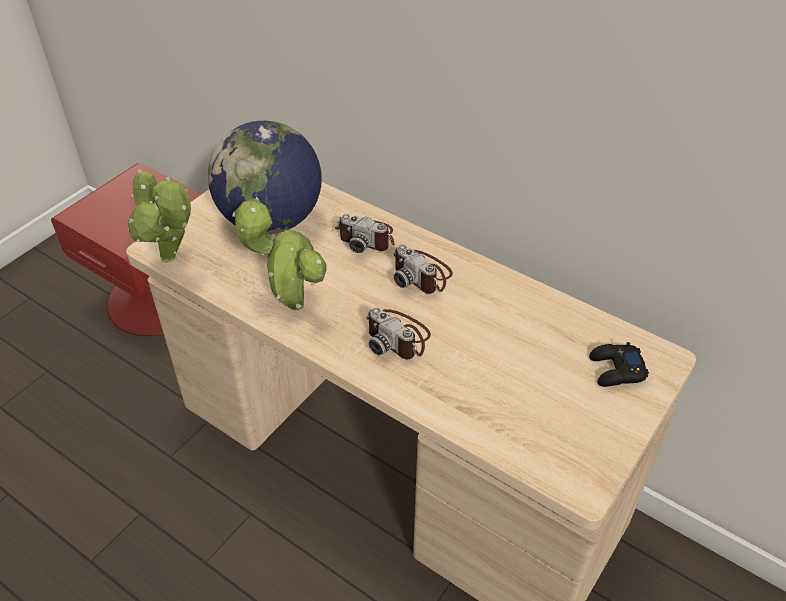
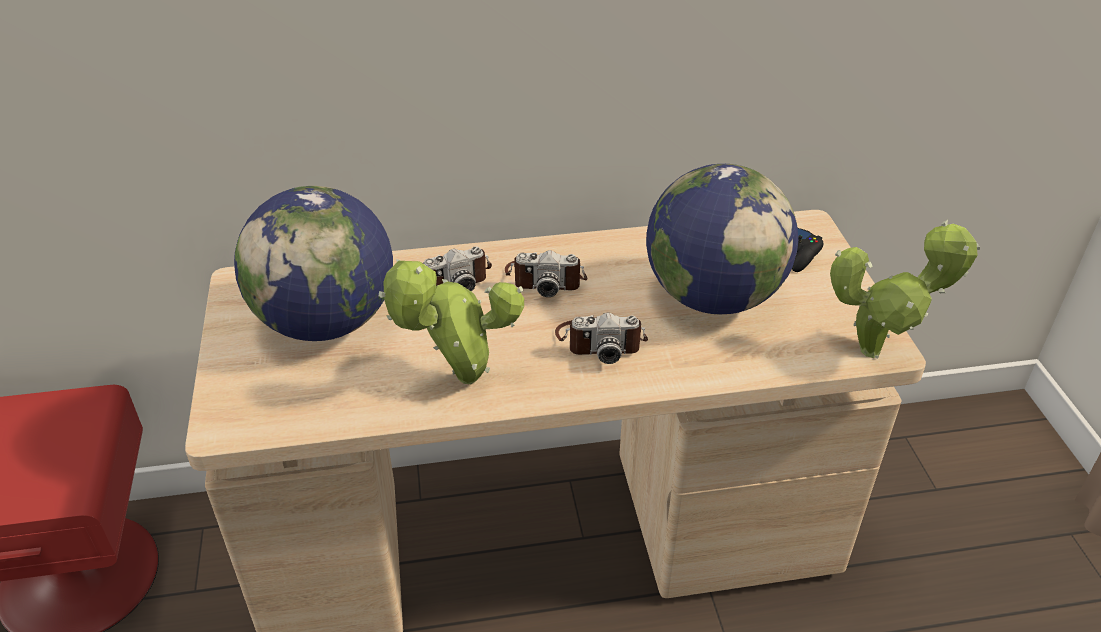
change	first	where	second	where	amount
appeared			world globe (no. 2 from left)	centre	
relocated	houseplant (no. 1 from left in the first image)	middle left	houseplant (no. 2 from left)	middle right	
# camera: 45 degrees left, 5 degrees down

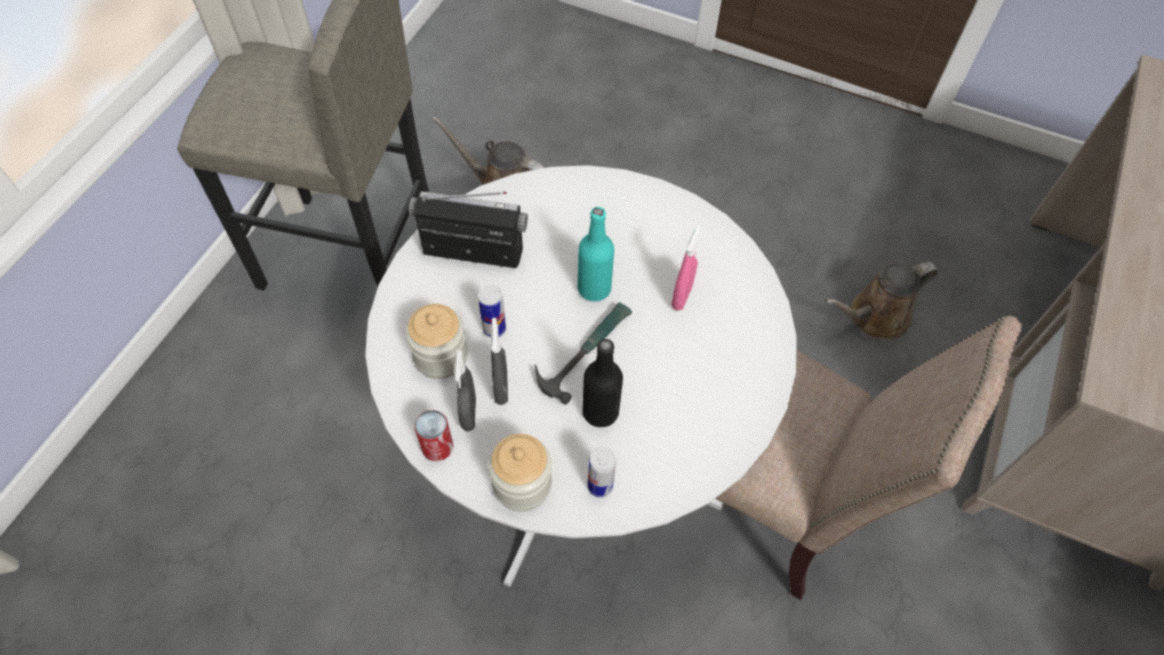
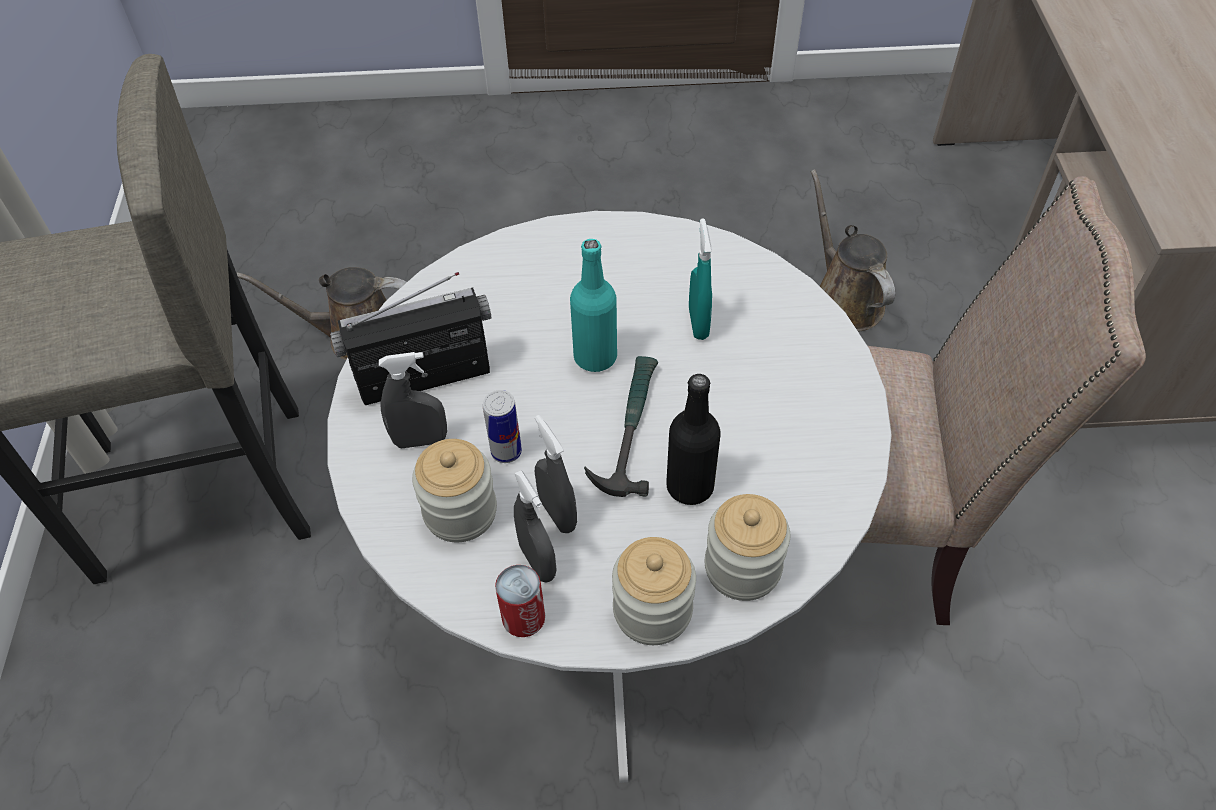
change	first	where	second	where	amount
appeared			greyish spray bottle (no. 1 from left)	centre	
exchanged	sealed can (no. 3 from left)	bottom centre	storage jar (no. 3 from left)	bottom centre	
colour	pink-coloured spray bottle	centre	blue-green spray bottle	centre	
spun	brownish watering can (no. 2 from left)	middle right		top right	120 degrees clockwise
# camera: 25 degrees left, 5 degrees down

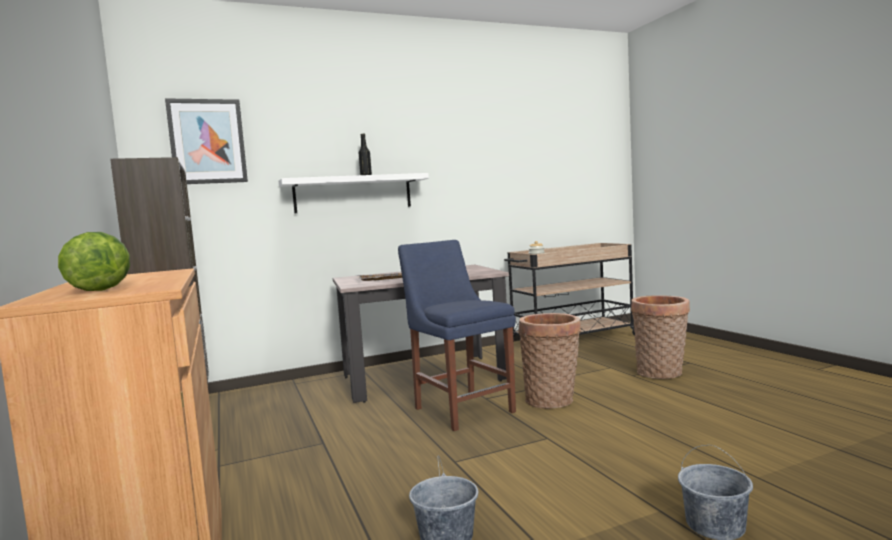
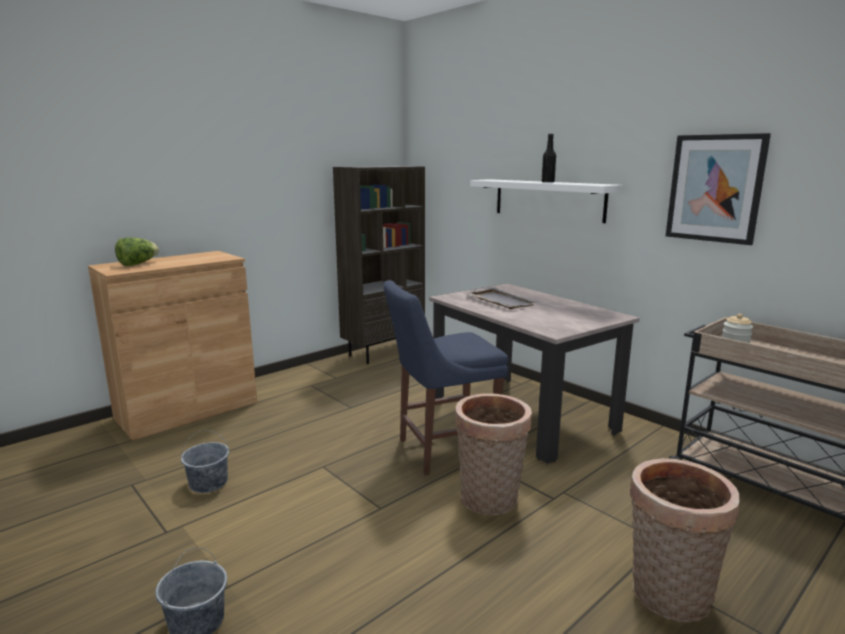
change	first	where	second	where	amount
relocated	wall art	top left		top right	
spun	bluish upright chair	centre		centre	150 degrees counterclockwise
# camera: 70 degrees right, 10 degrees up

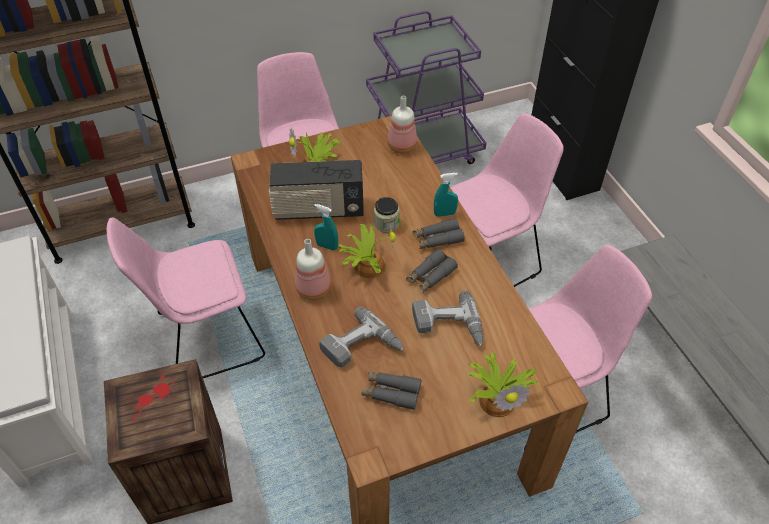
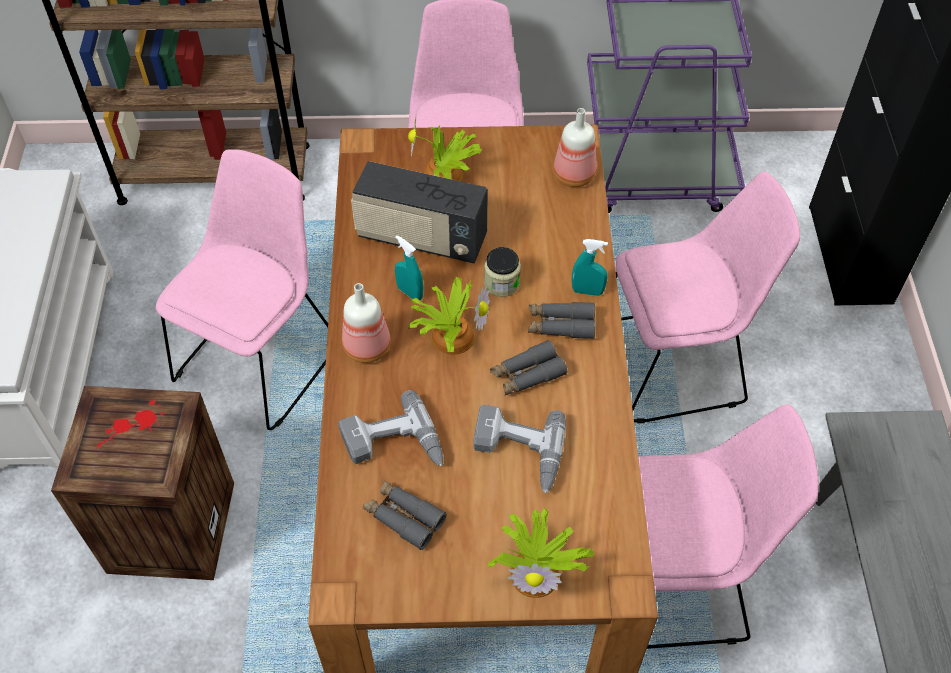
change	first	where	second	where	amount
spun	pink-coloured upright chair (no. 1 from left)	middle left		middle left	120 degrees clockwise
# camera: 20 degrees right, 5 degrees up

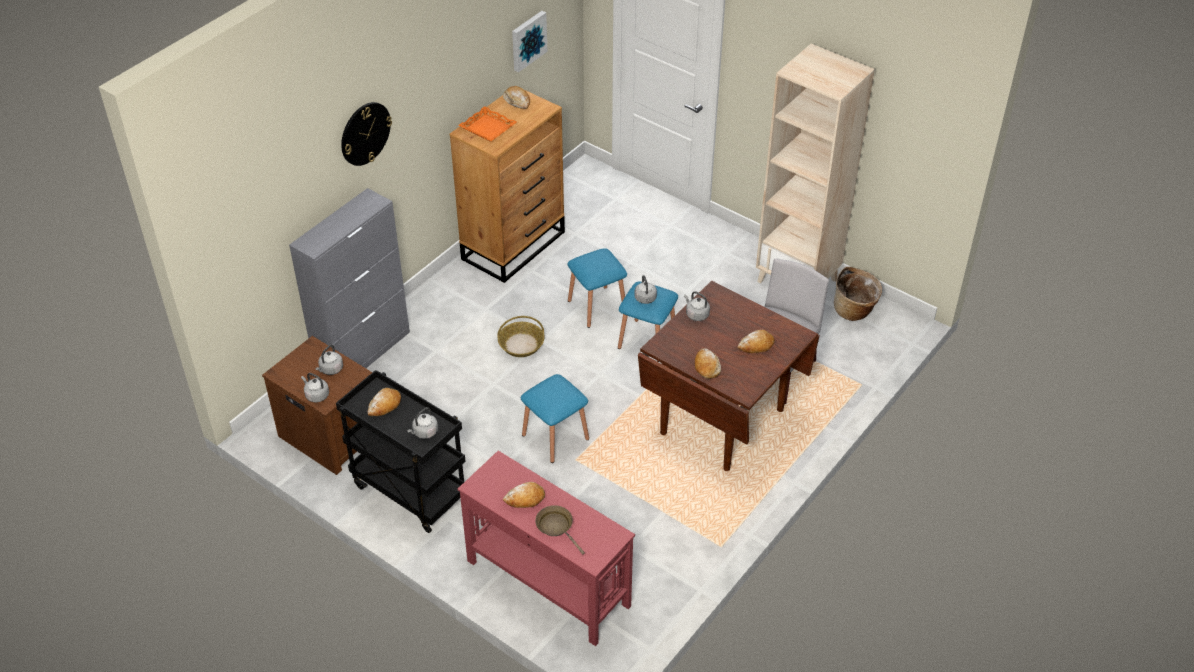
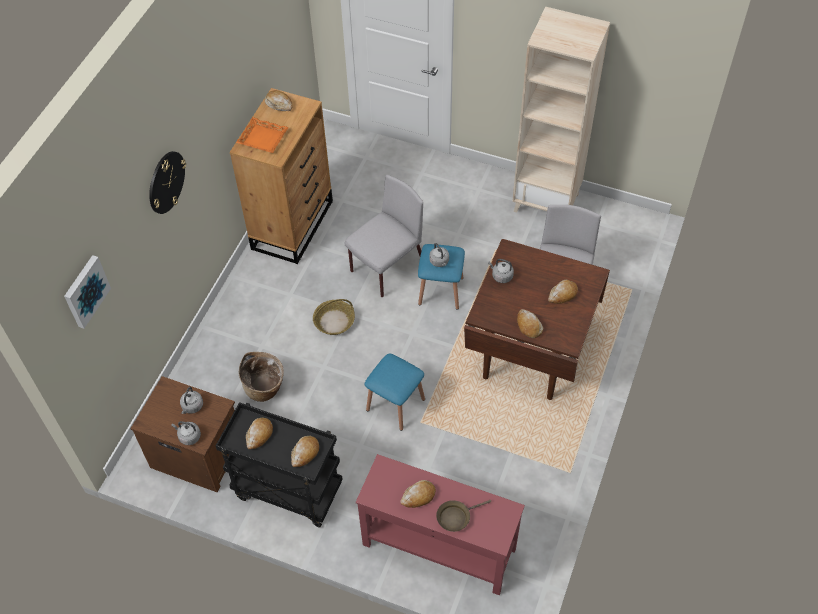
change	first	where	second	where	amount
missing	greyish storage cabinet	middle left			
relocated	wall art	top centre		middle left	
relocated	storage basket (no. 2 from left in the first image)	middle right	storage basket (no. 1 from left)	middle left	
exchanged	greyish kettle (no. 3 from left)	centre	bakery bread (no. 3 from left)	bottom centre	
exchanged	bluish sitting stool (no. 2 from left)	centre	greyish upright chair (no. 1 from left)	centre	
spun	brownish pan	bottom centre		bottom centre	60 degrees counterclockwise
# camera: 15 degrees left, 10 degrees up

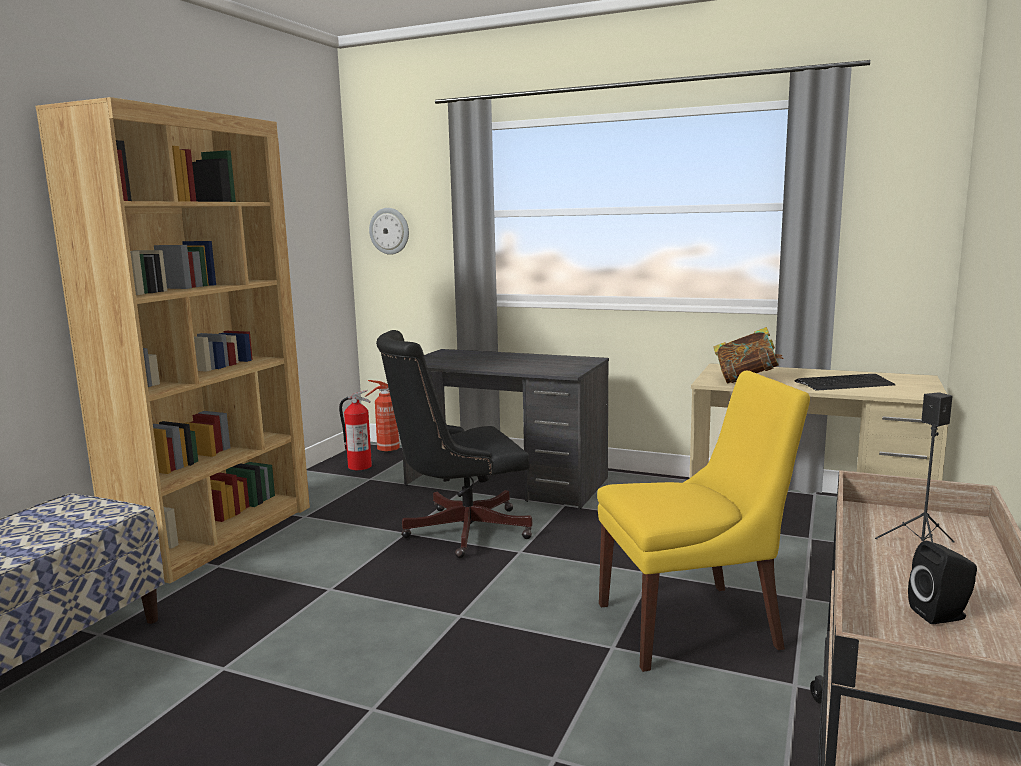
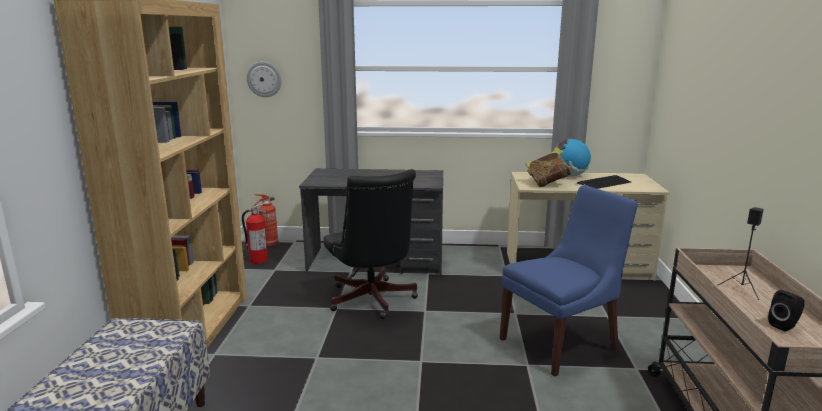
change	first	where	second	where	amount
appeared			world globe	middle right	
colour	yellow upright chair	bottom right	bluish upright chair	bottom right	
spun	blackish office chair	centre		centre	75 degrees counterclockwise
# camera: 20 degrees left, 5 degrees up

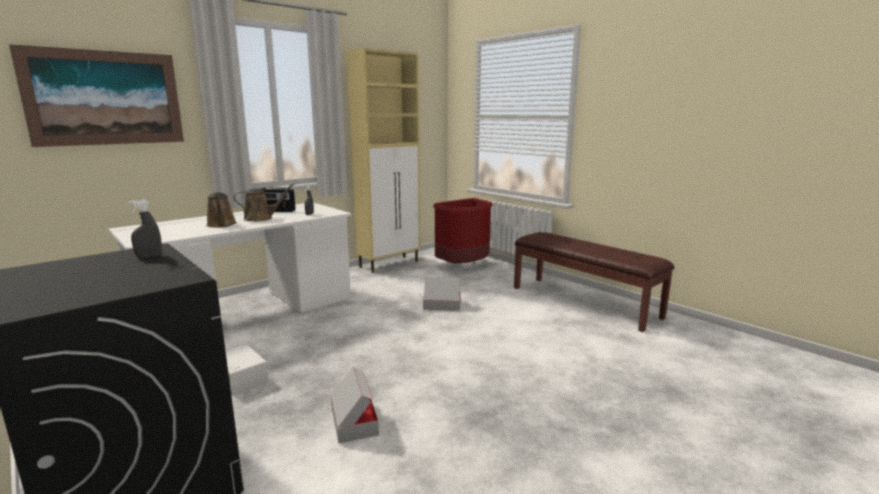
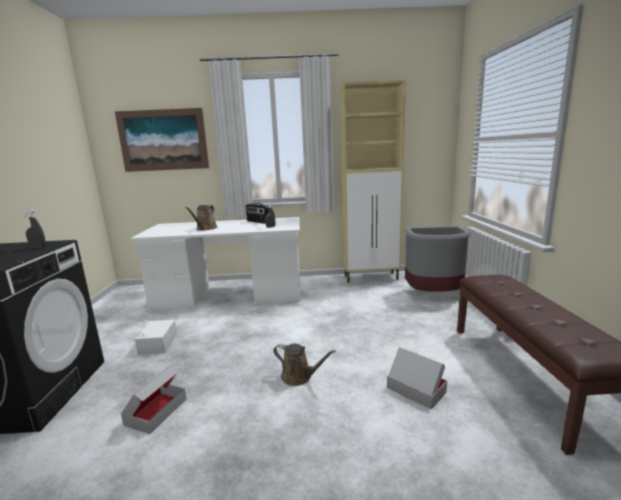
change	first	where	second	where	amount
relocated	brownish watering can (no. 2 from left)	middle left		bottom centre	
relocated	cardboard box (no. 2 from left)	centre		bottom right	
colour	red-coloured waste bin	centre	greyish waste bin	middle right	
# camera: 40 degrees right, 0 degrees up

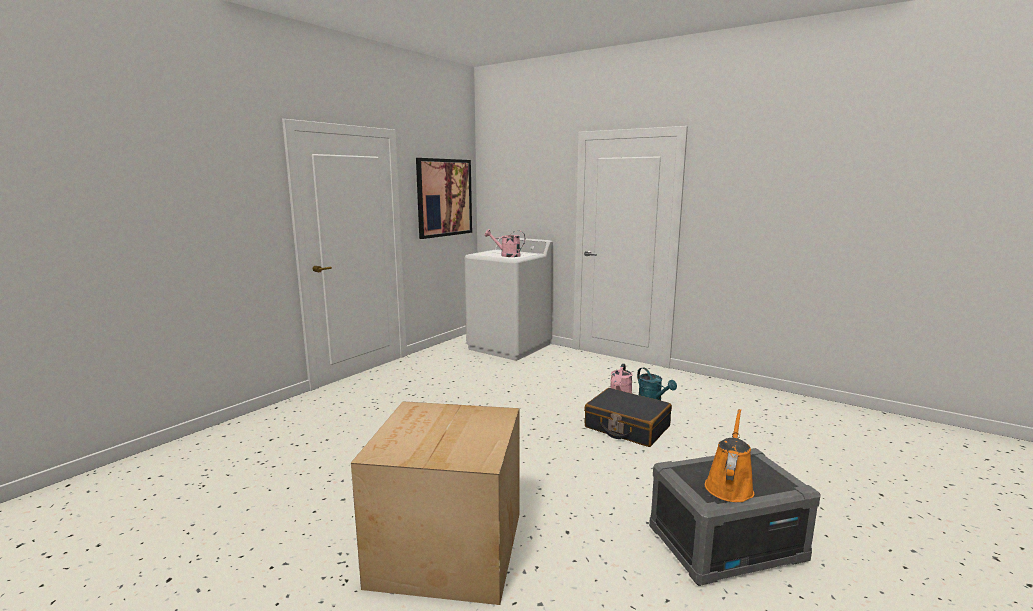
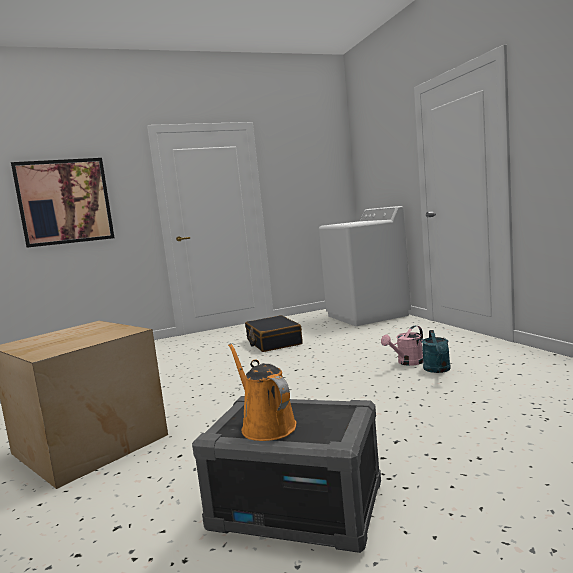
change	first	where	second	where	amount
missing	pink-coloured watering can (no. 1 from left)	centre			
relocated	wall art	top centre		middle left	
relocated	blackish piece of luggage	bottom centre		centre	
spun	orange watering can	bottom right		bottom centre	90 degrees counterclockwise
# camera: 35 degrees right, 5 degrees down

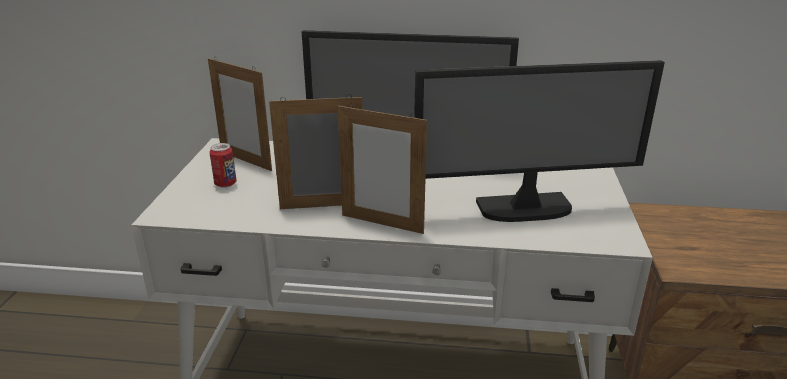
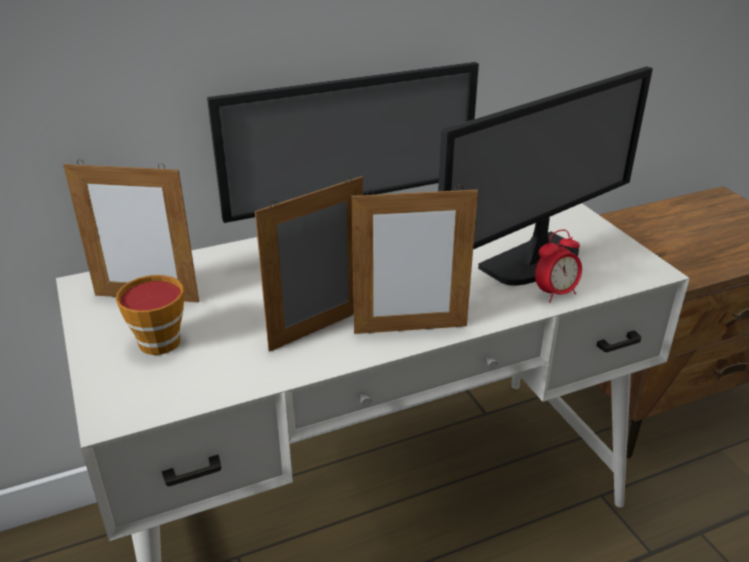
change	first	where	second	where	amount
appeared			bedside clock	middle right	
exchanged	sealed can	middle left	small cup	middle left	
# camera: 30 degrees left, 5 degrees up

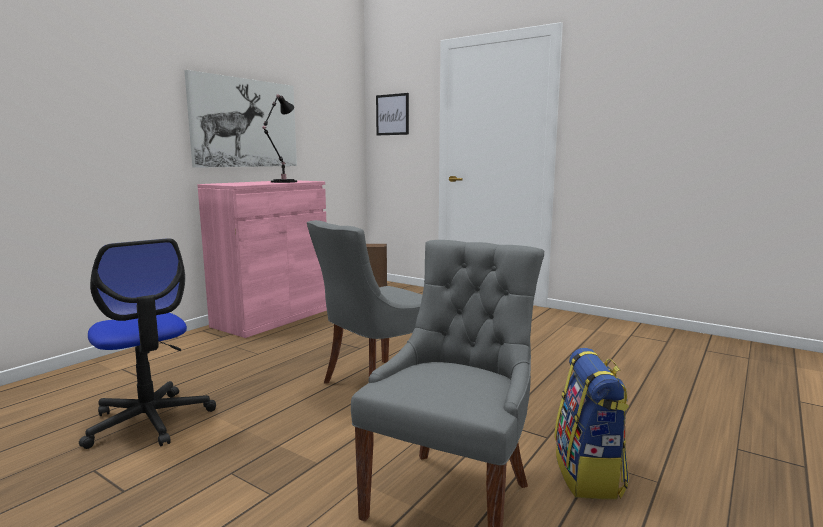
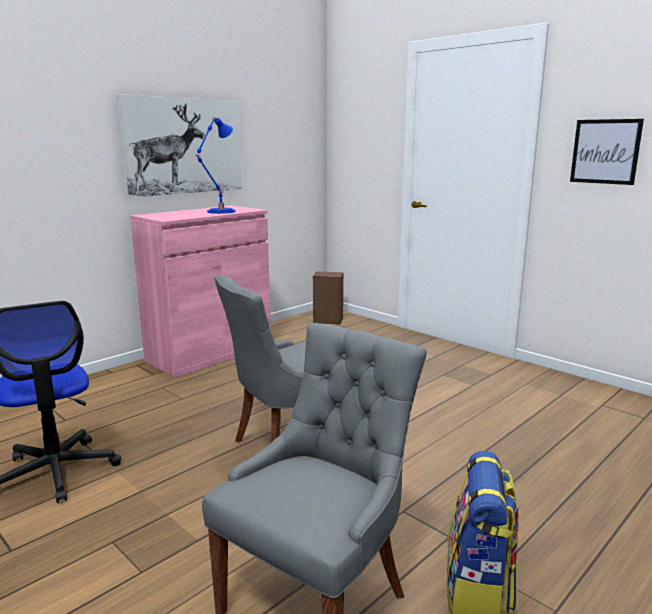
change	first	where	second	where	amount
relocated	wall art (no. 2 from left)	top centre		top right	
colour	blackish table lamp	top centre	bluish table lamp	top left	
# camera: 10 degrees right, 5 degrees up

